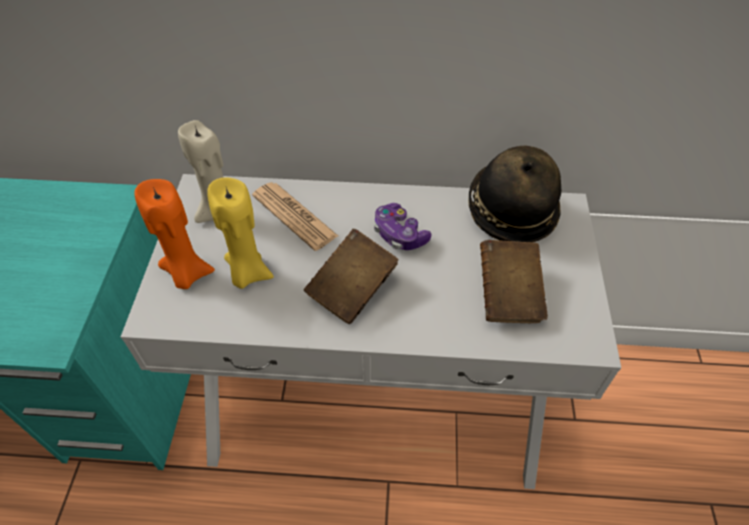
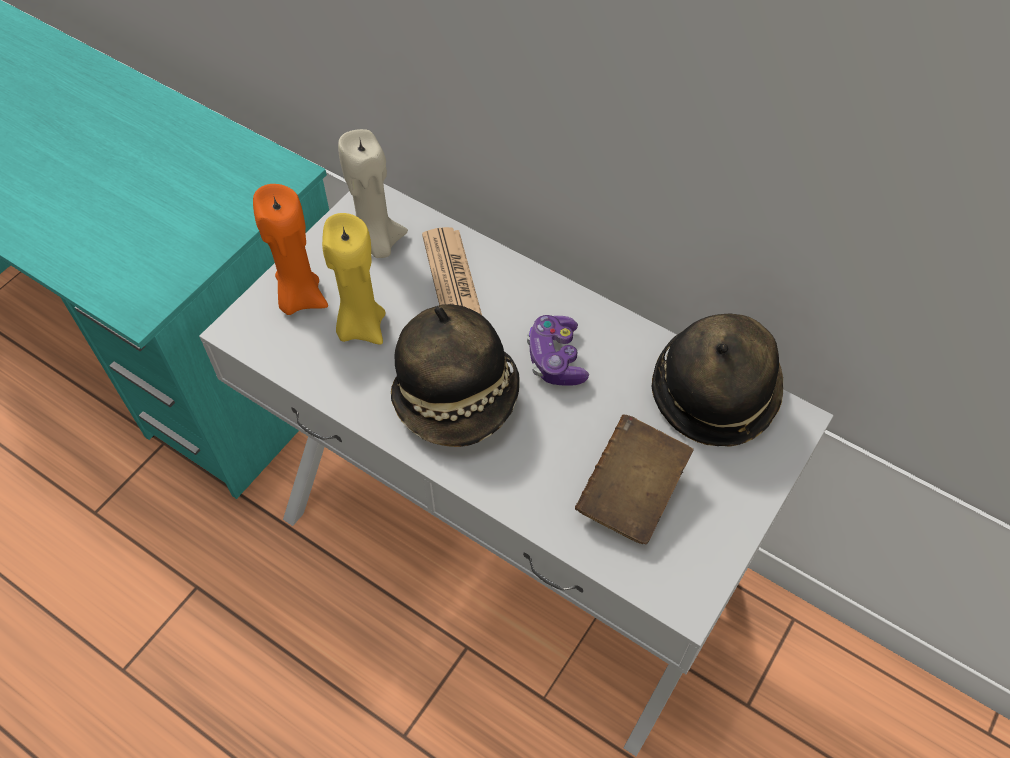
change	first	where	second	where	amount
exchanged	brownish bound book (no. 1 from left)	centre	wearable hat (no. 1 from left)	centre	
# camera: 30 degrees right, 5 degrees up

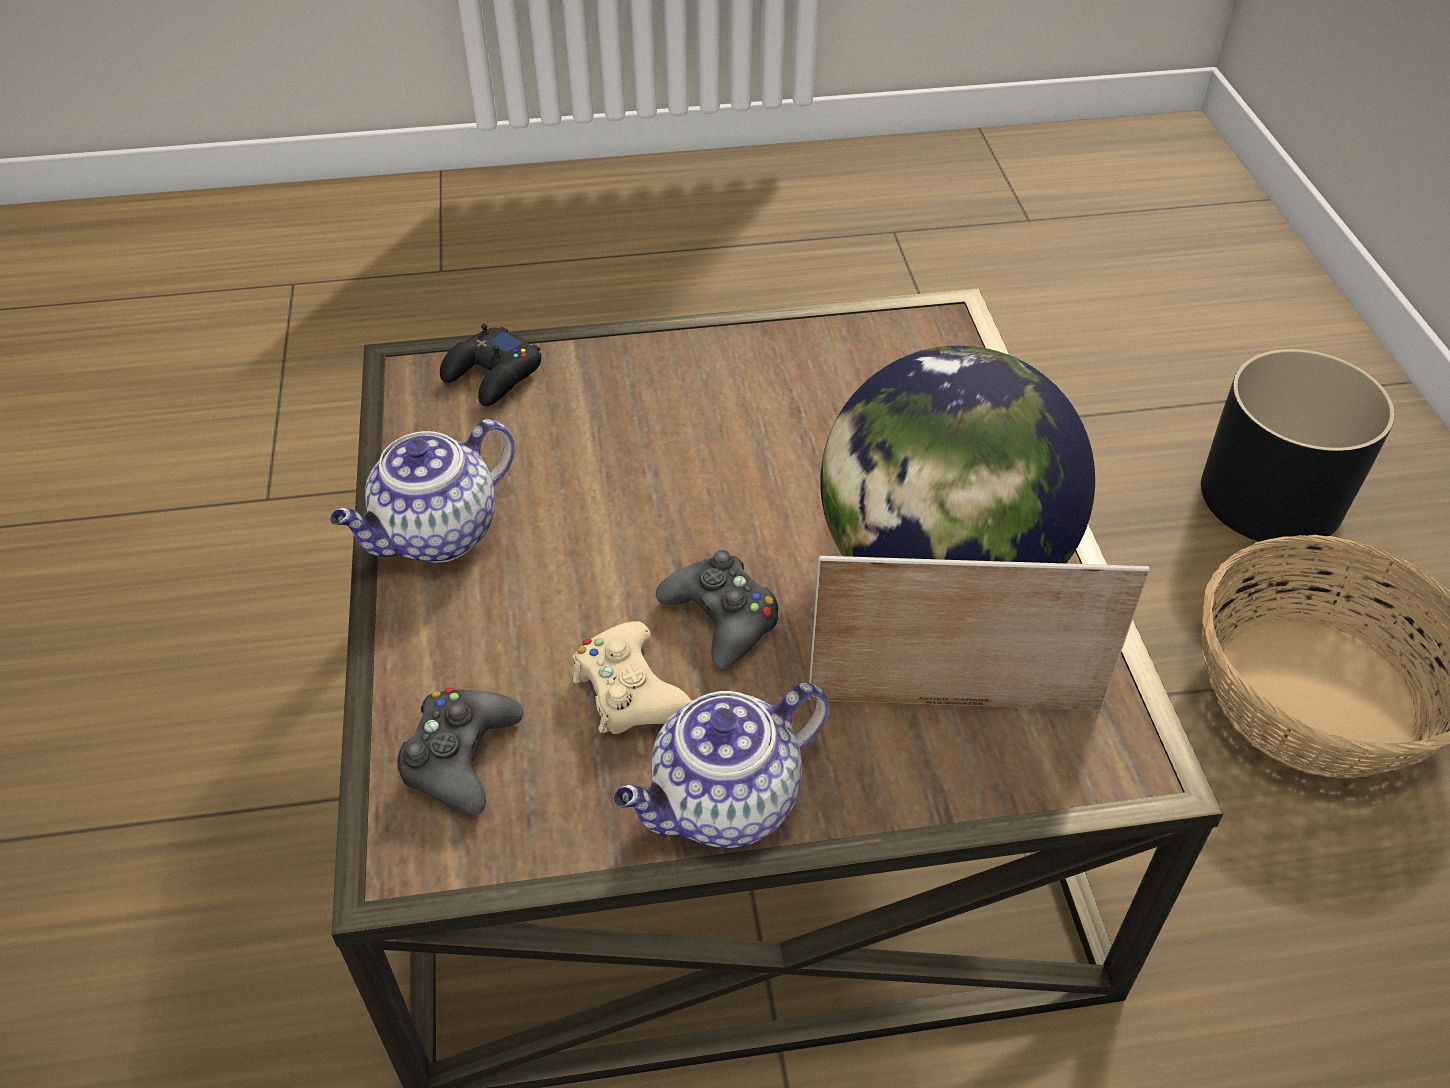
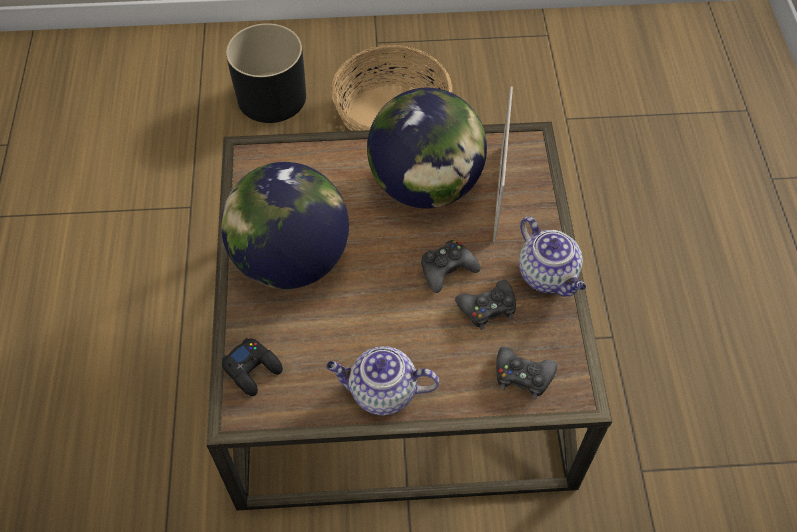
change	first	where	second	where	amount
appeared			world globe (no. 1 from left)	centre	
colour	beige game controller	centre	blackish game controller (no. 3 from left)	centre	
spun	pot for tea (no. 1 from left)	middle left		bottom centre	135 degrees clockwise
# camera: 85 degrees left, 10 degrees up

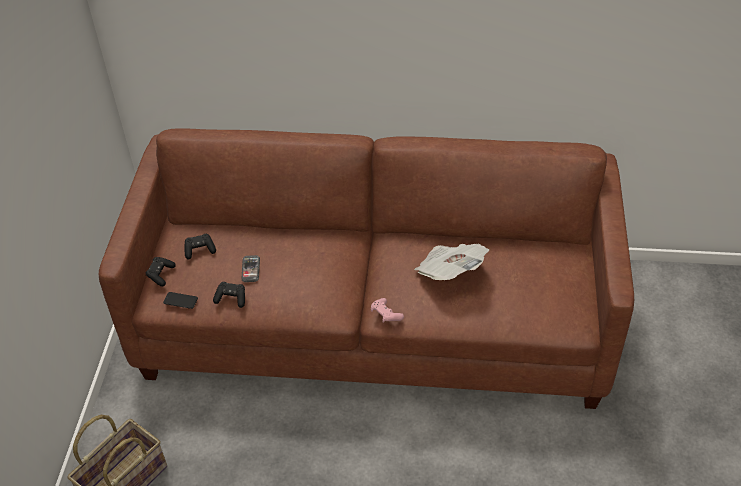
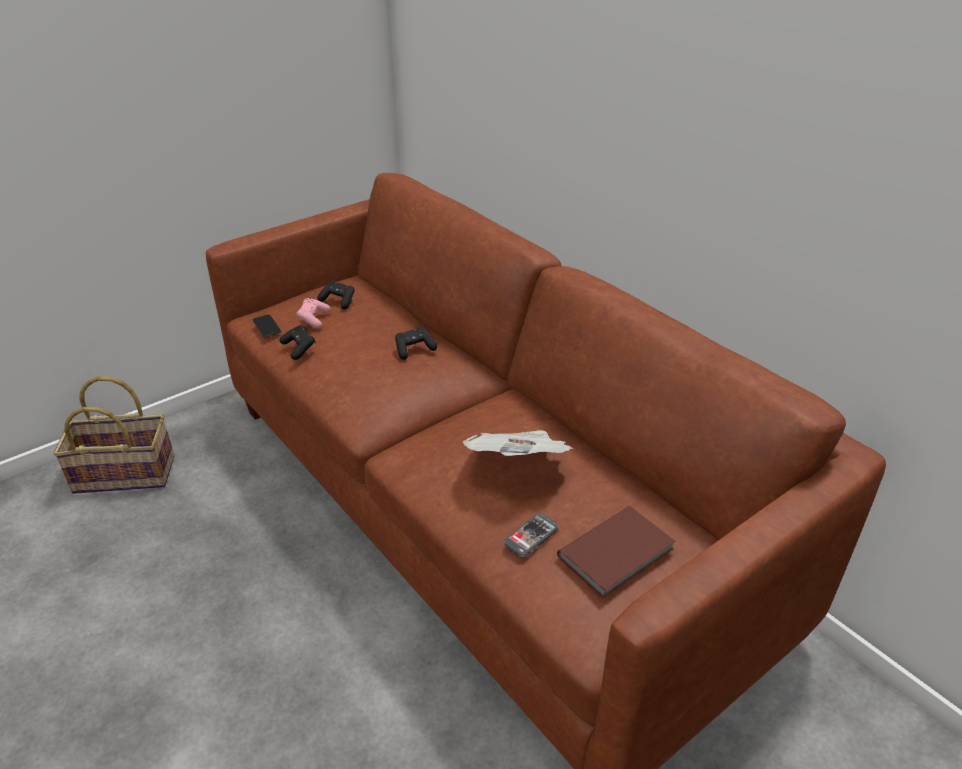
change	first	where	second	where	amount
appeared			brownish bound book	bottom centre	
relocated	blackish game controller (no. 1 from left in the first image)	middle left	blackish game controller (no. 3 from left)	centre	
relocated	handset (no. 2 from left)	centre		bottom centre	
relocated	pink-coloured game controller	centre		middle left	
# camera: 45 degrees right, 10 degrees down

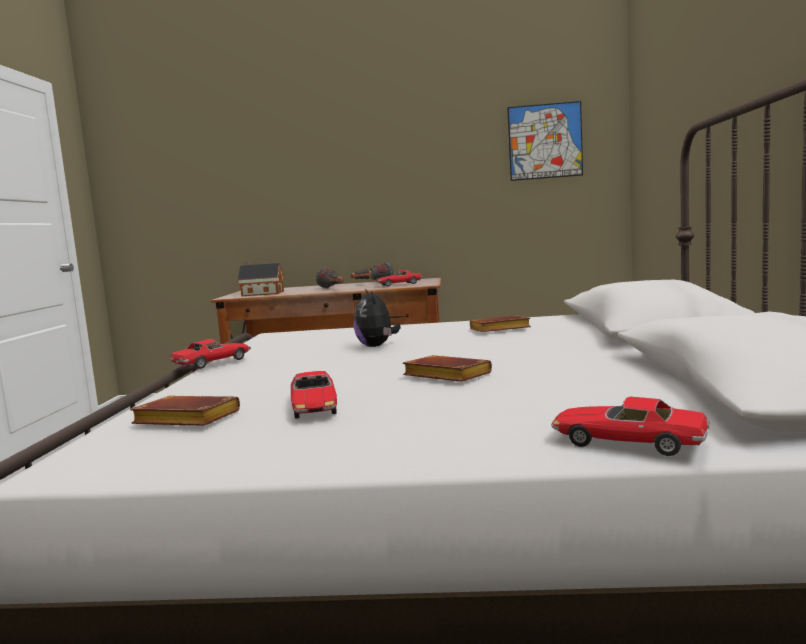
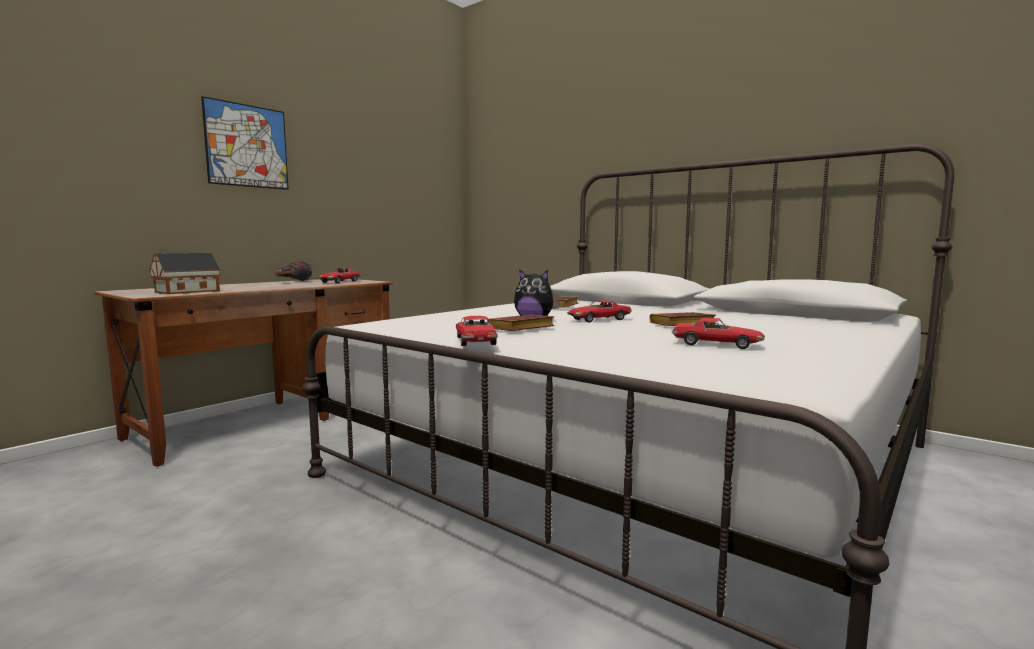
change	first	where	second	where	amount
missing	torch (no. 1 from left)	centre			
relocated	brownish bound book (no. 1 from left)	middle left		centre	
relocated	wall art	top right		top left	
relocated	toy car (no. 4 from left in the first image)	middle right	toy car (no. 3 from left)	centre	
# camera: 55 degrees left, 0 degrees up

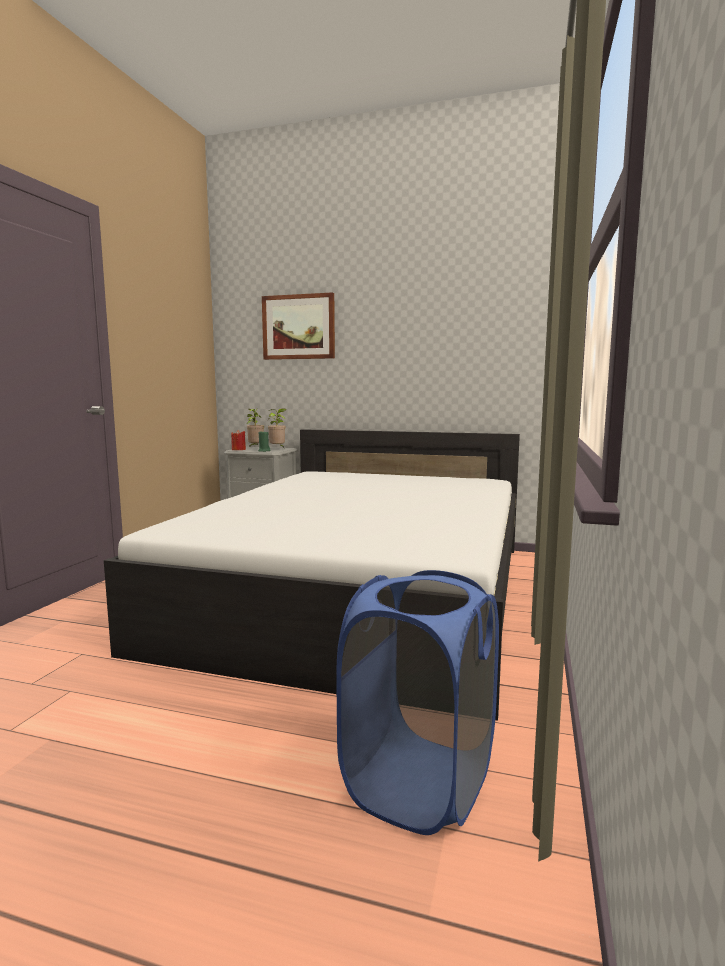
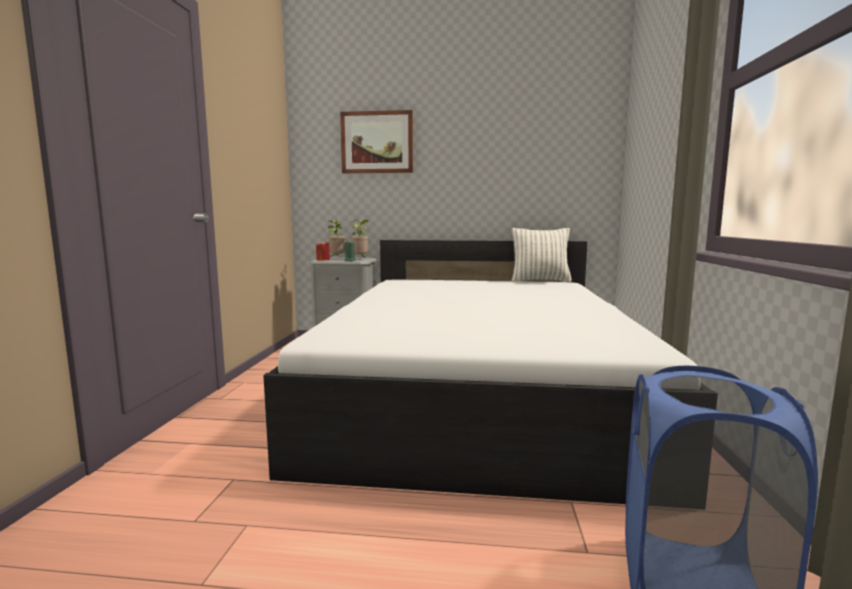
change	first	where	second	where	amount
appeared			throw pillow	centre	
# camera: 10 degrees left, 0 degrees up

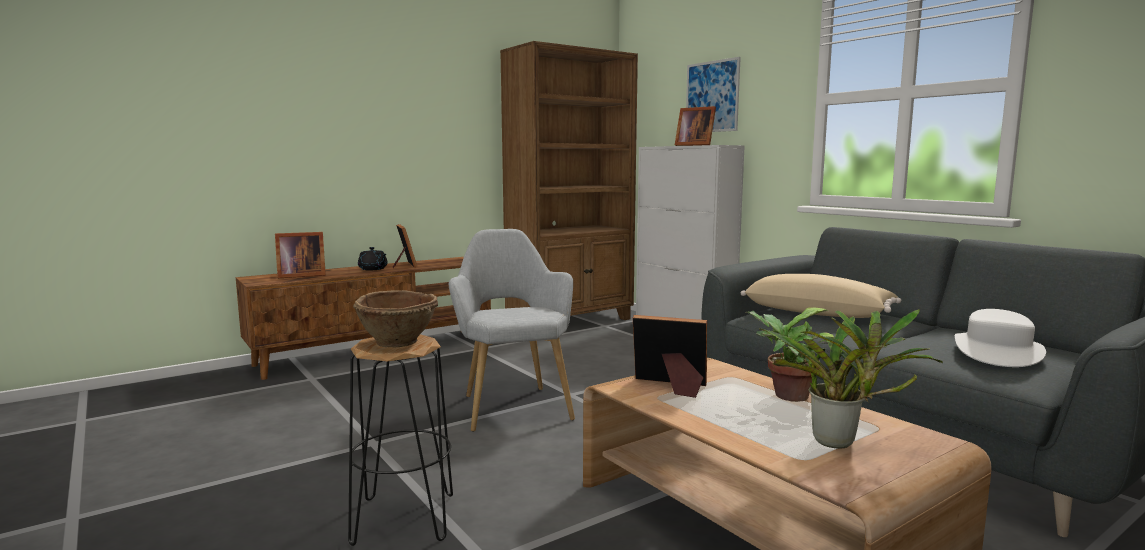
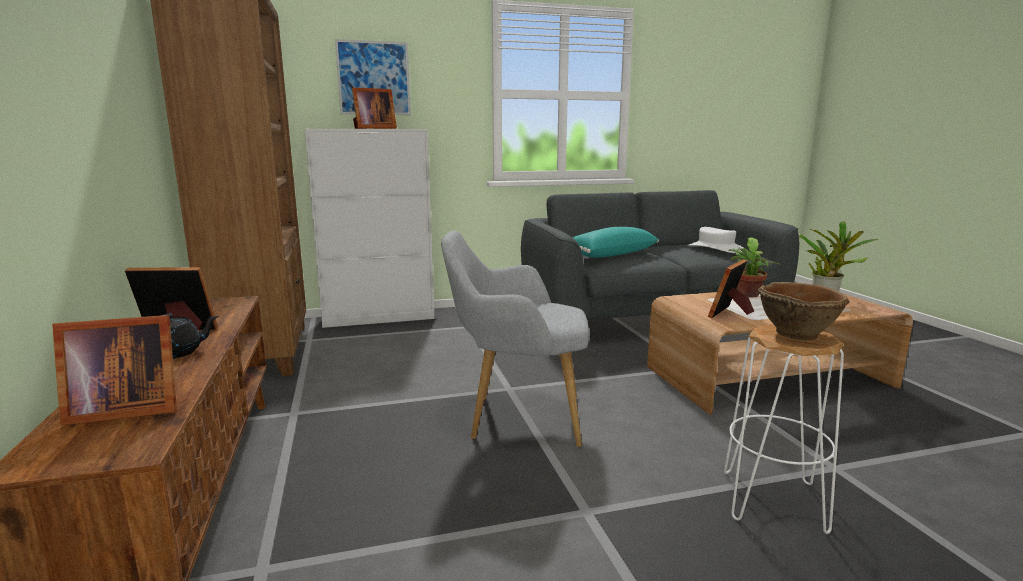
change	first	where	second	where	amount
colour	blackish sitting stool	bottom centre	white sitting stool	bottom right	
colour	beige throw pillow	middle right	blue-green throw pillow	centre	
spun	photo frame (no. 1 from left)	middle left		middle left	75 degrees clockwise
# camera: 70 degrees left, 5 degrees up

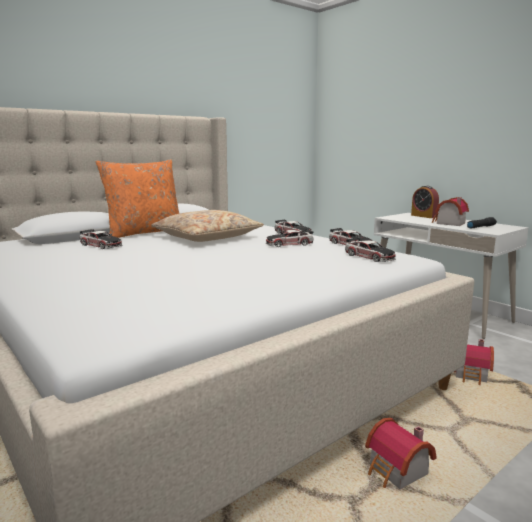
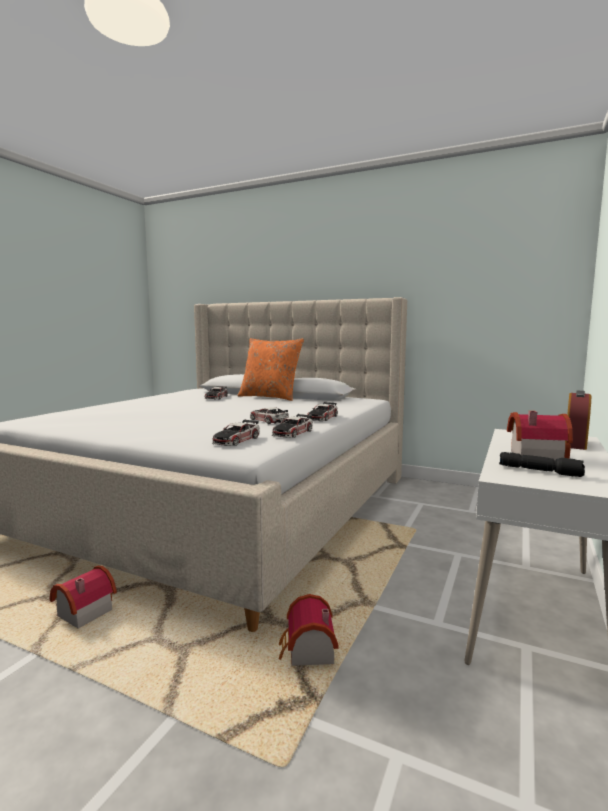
change	first	where	second	where	amount
missing	beige throw pillow	centre			
# camera: 65 degrees right, 5 degrees down

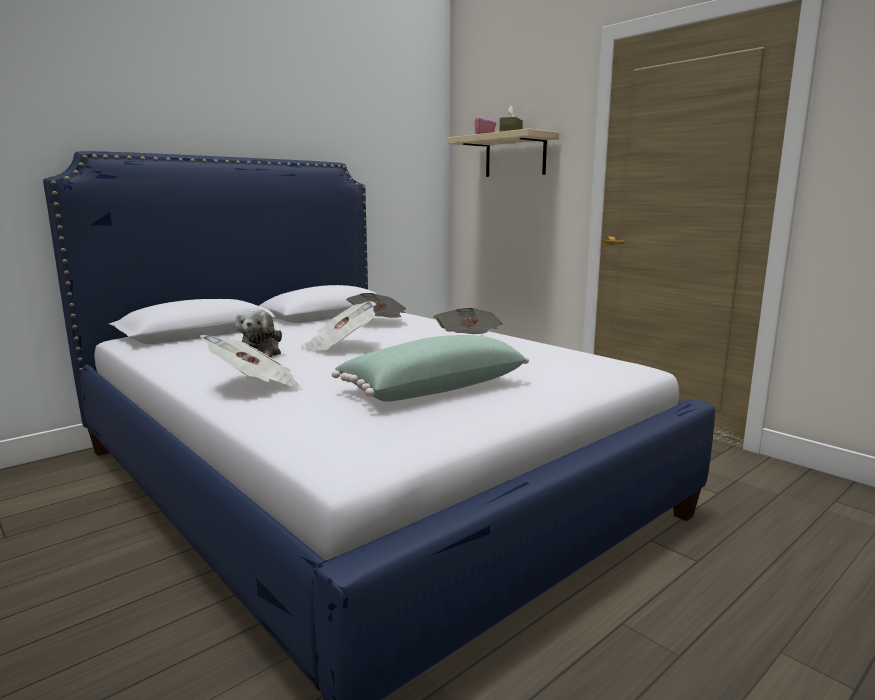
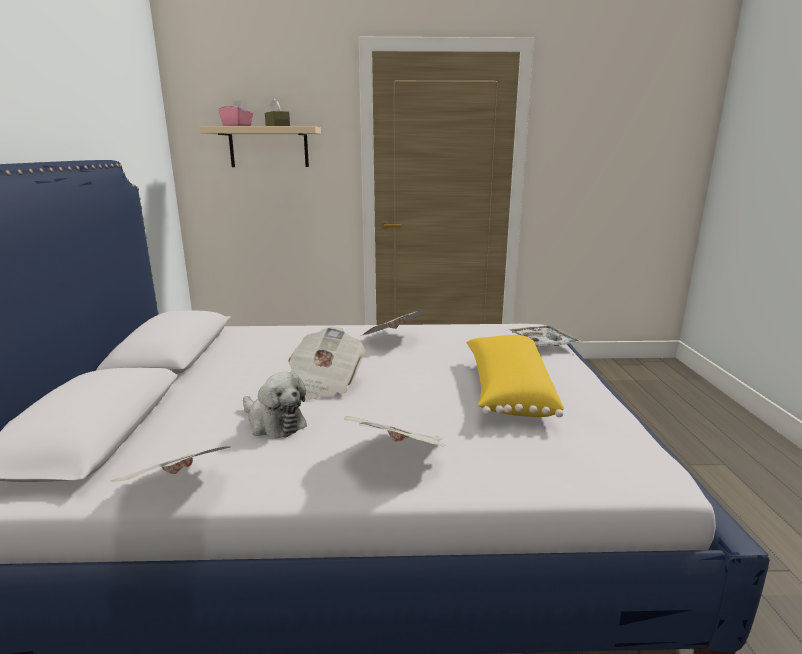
change	first	where	second	where	amount
appeared			serving tray	middle right	
relocated	newspaper (no. 3 from left in the first image)	centre	newspaper (no. 1 from left)	bottom left	
colour	greenish throw pillow	centre	yellow throw pillow	centre	
# camera: 50 degrees left, 5 degrees up

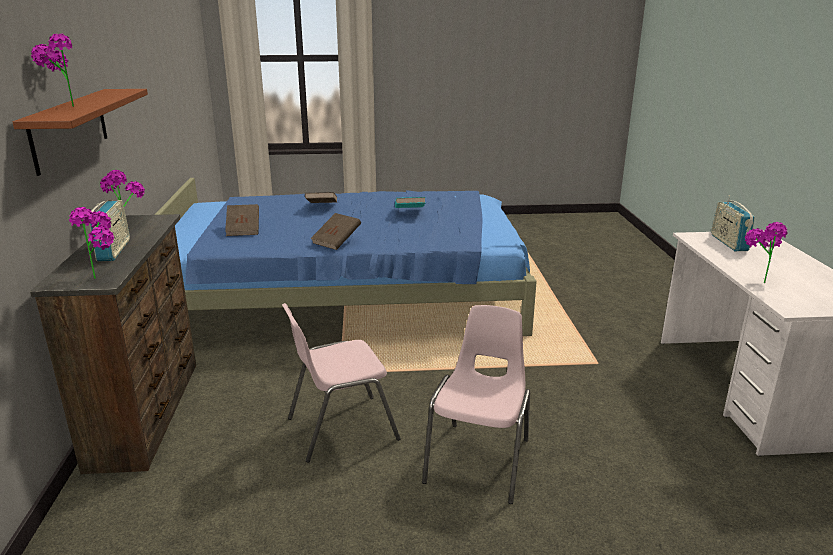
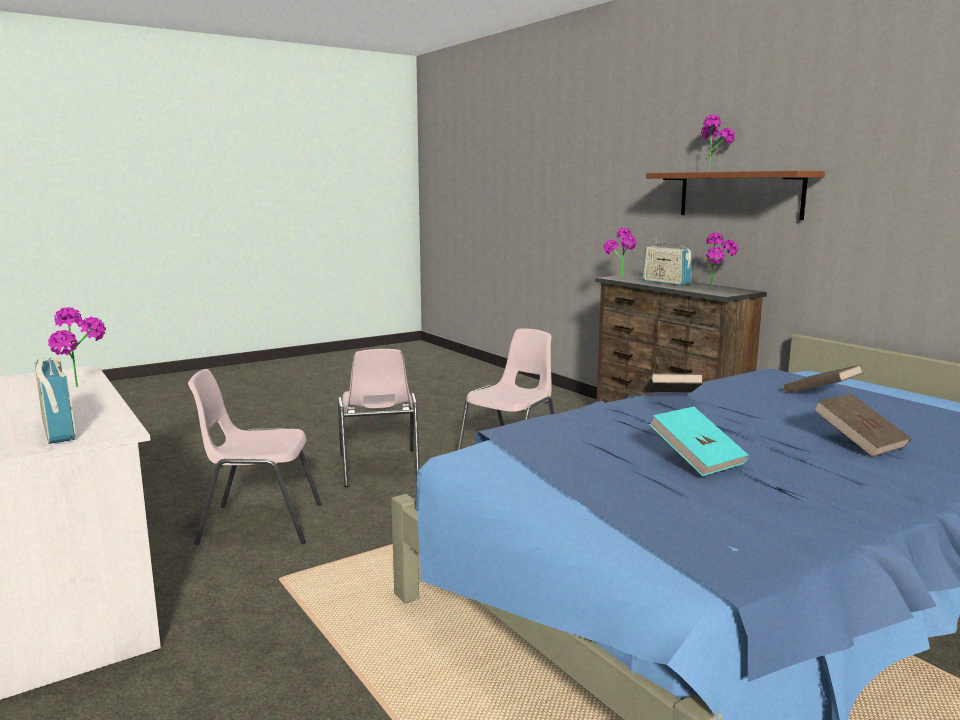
change	first	where	second	where	amount
appeared			pink-coloured upright chair (no. 1 from left)	middle left	
# camera: 150 degrees right, 10 degrees down

